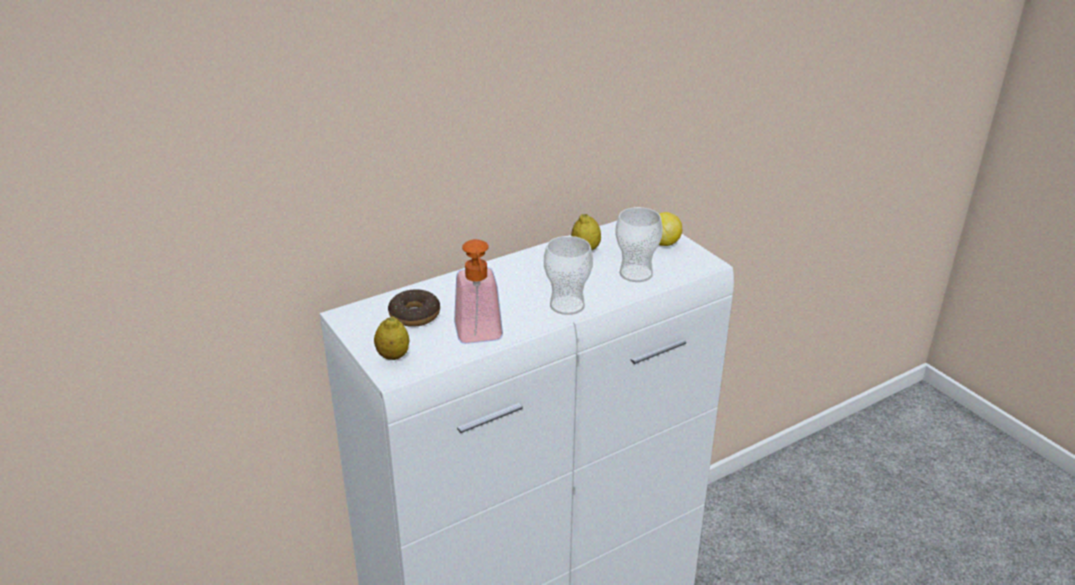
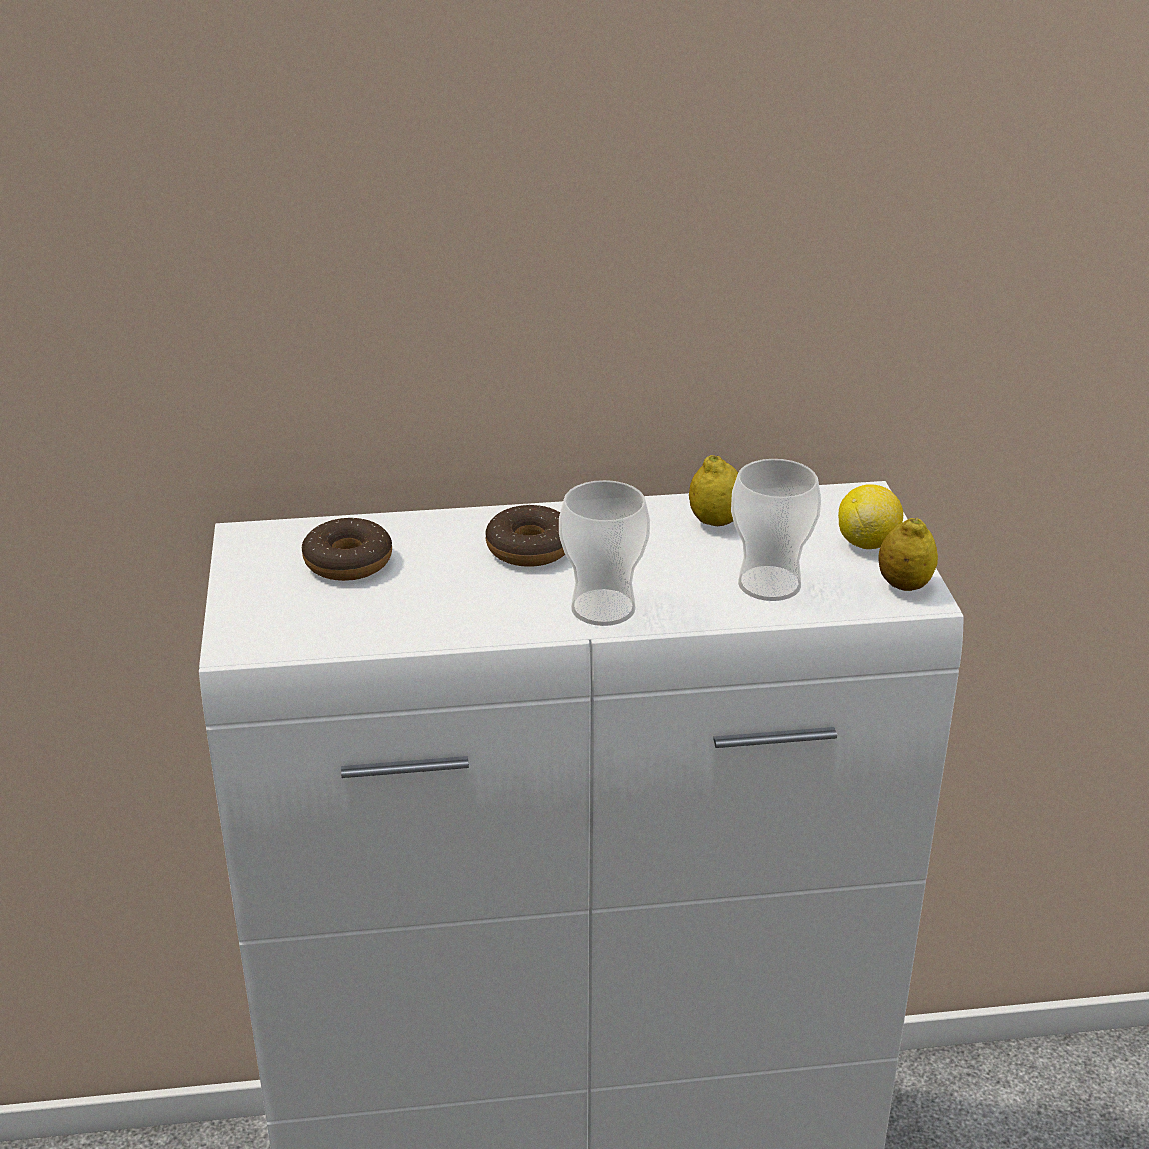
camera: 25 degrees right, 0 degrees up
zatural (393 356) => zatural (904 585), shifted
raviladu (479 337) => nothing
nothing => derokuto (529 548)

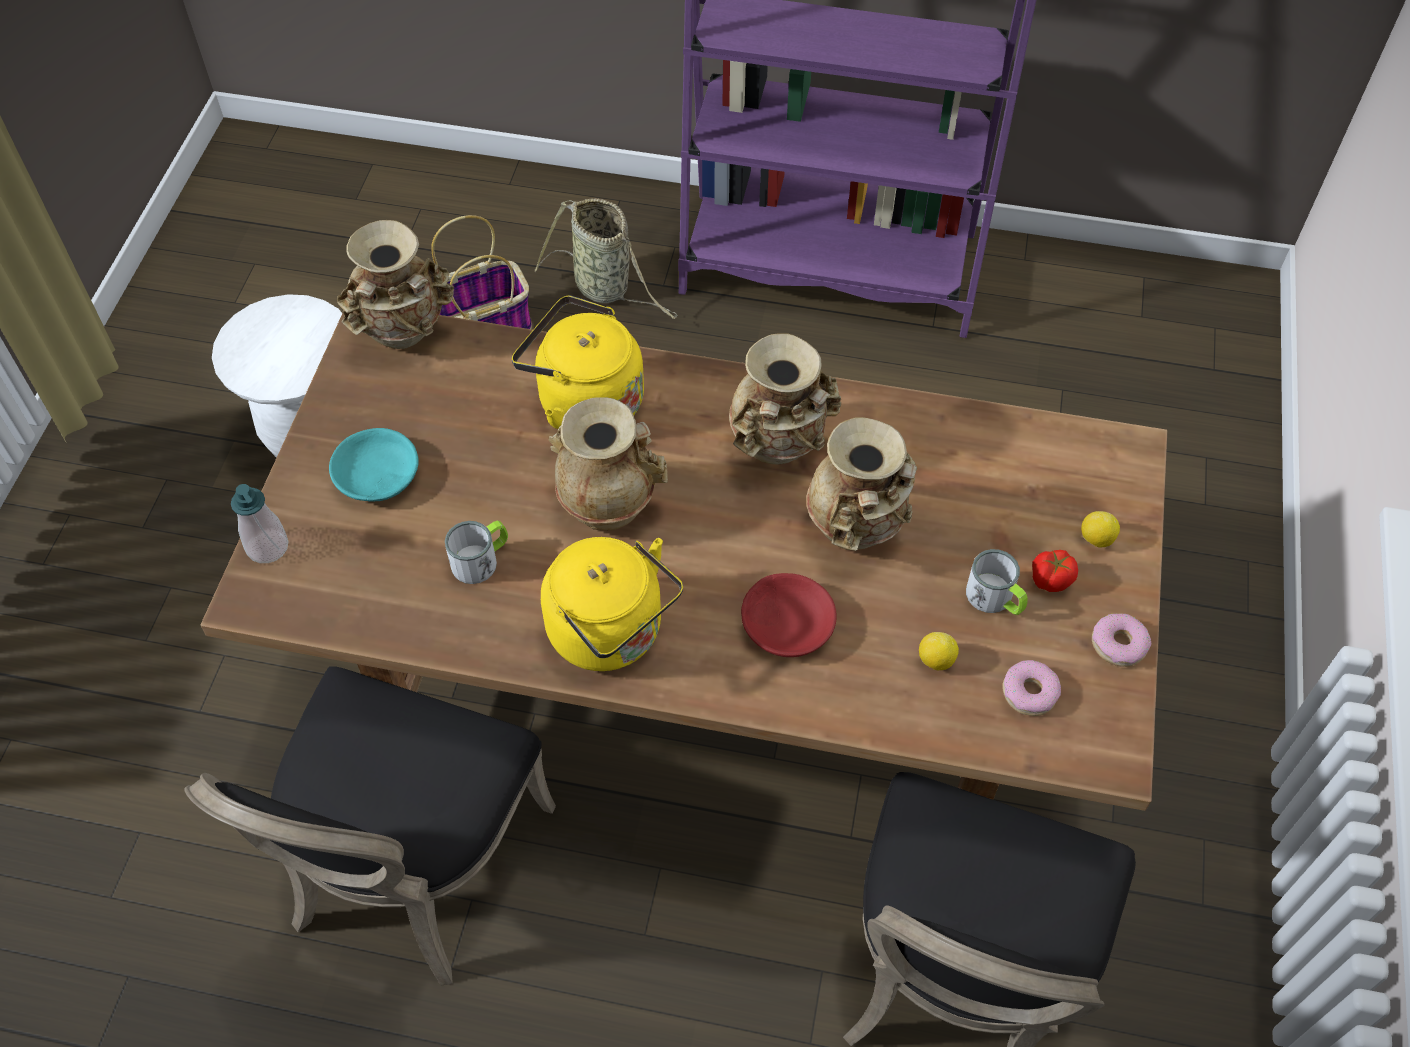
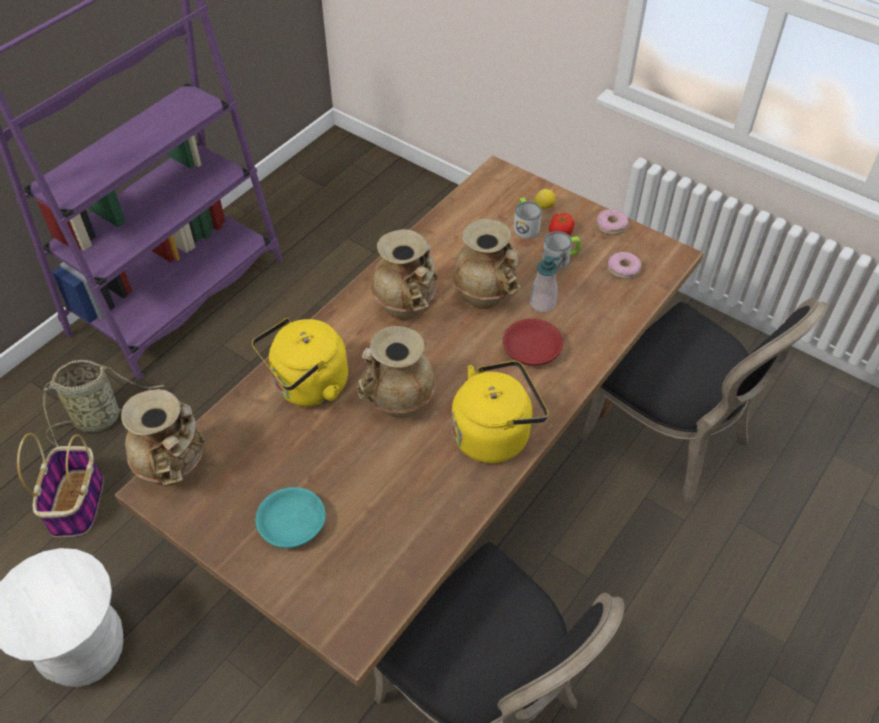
camera: 65 degrees left, 5 degrees down
raviladu (267 547) => raviladu (542 303), shifted
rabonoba (481 559) => rabonoba (525 226), shifted
zatural (935 660) => nothing

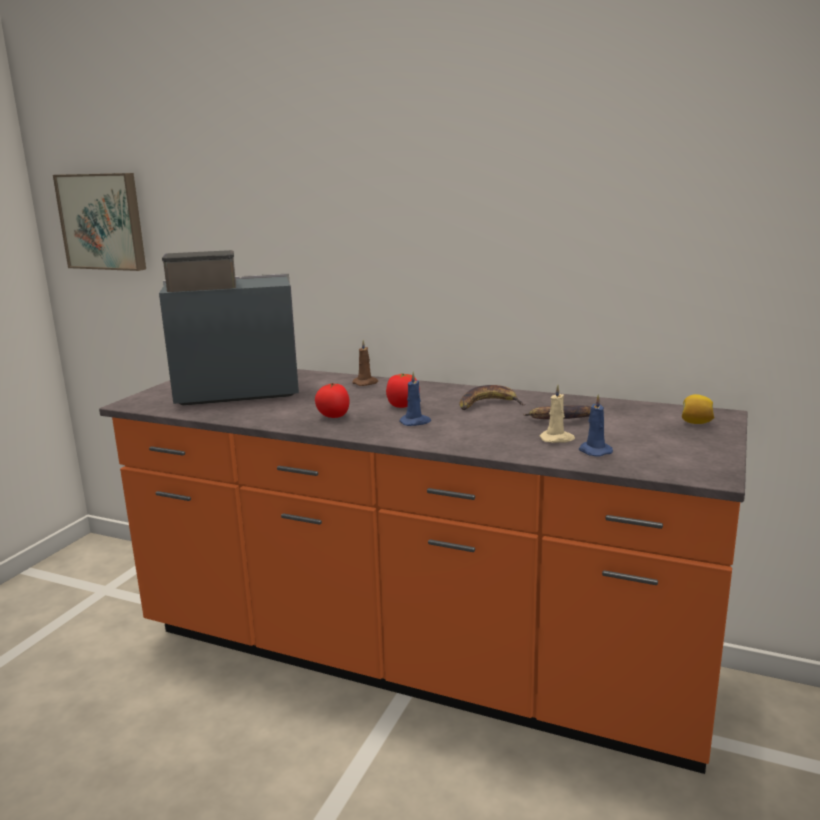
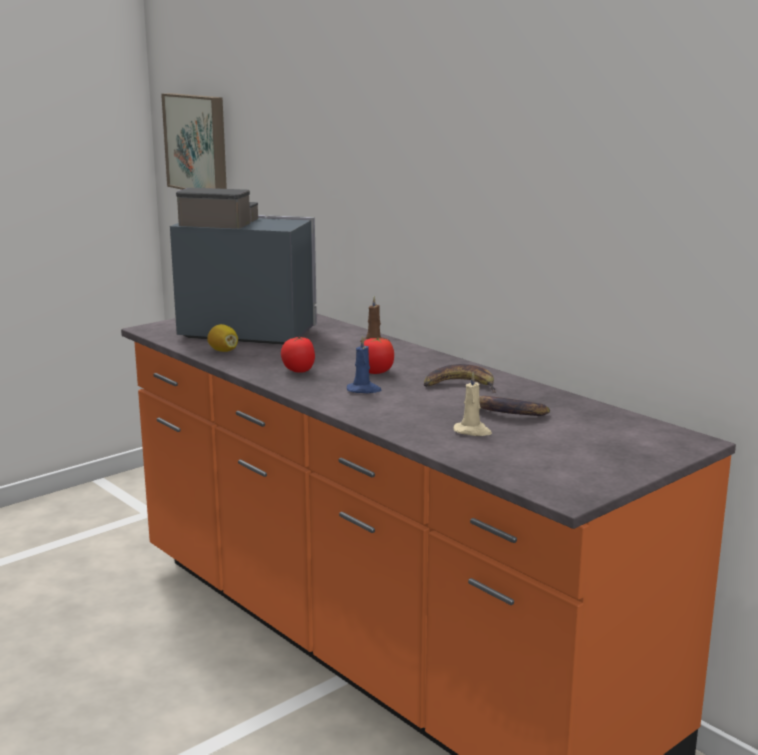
camera: 25 degrees right, 0 degrees up
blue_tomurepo (594 451) => nothing
zatural (696 423) => zatural (223 351), shifted

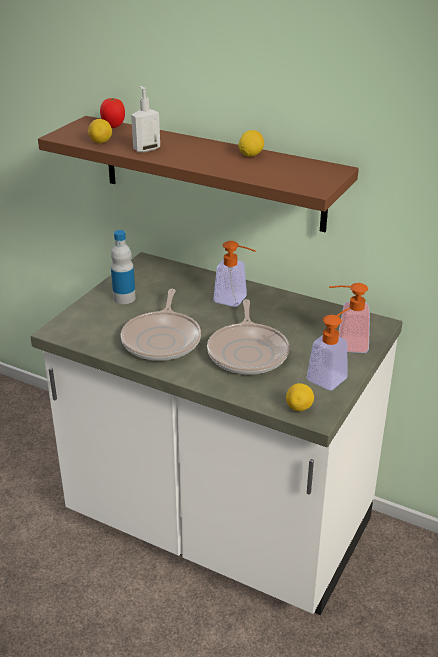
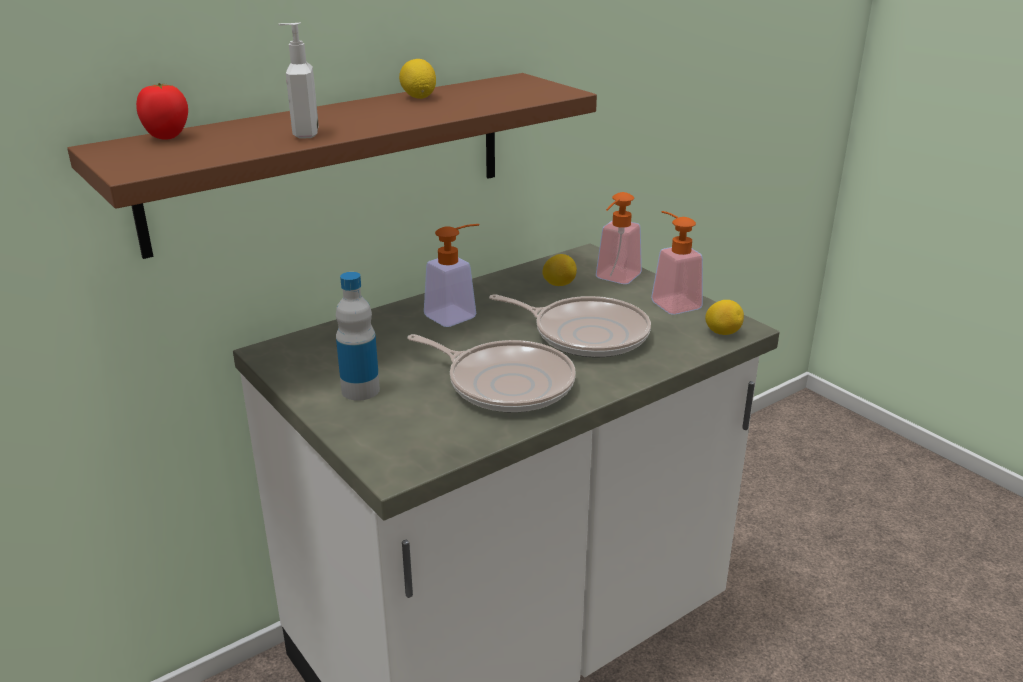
camera: 65 degrees left, 5 degrees down
zatural (101 142) => zatural (559 284), shifted

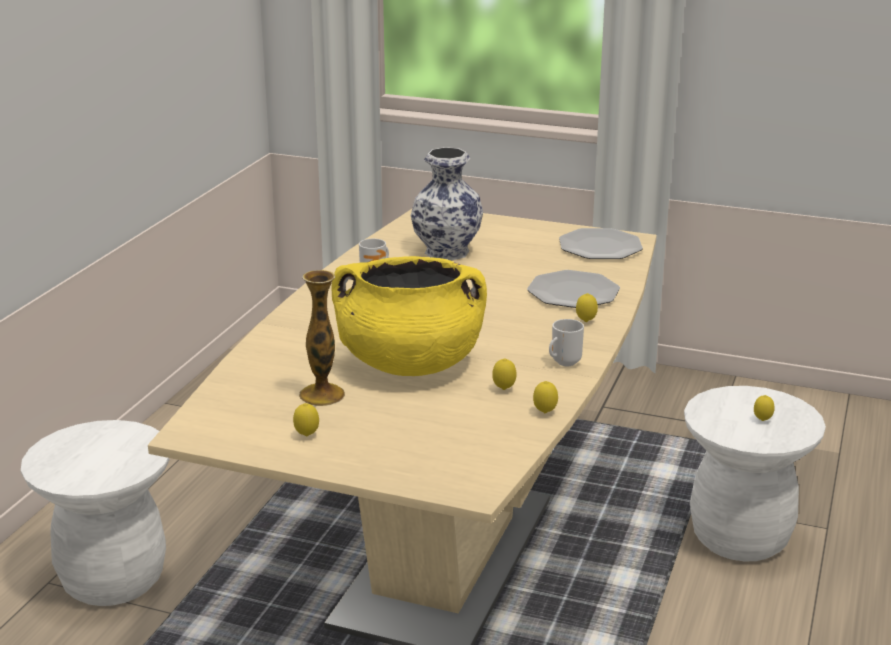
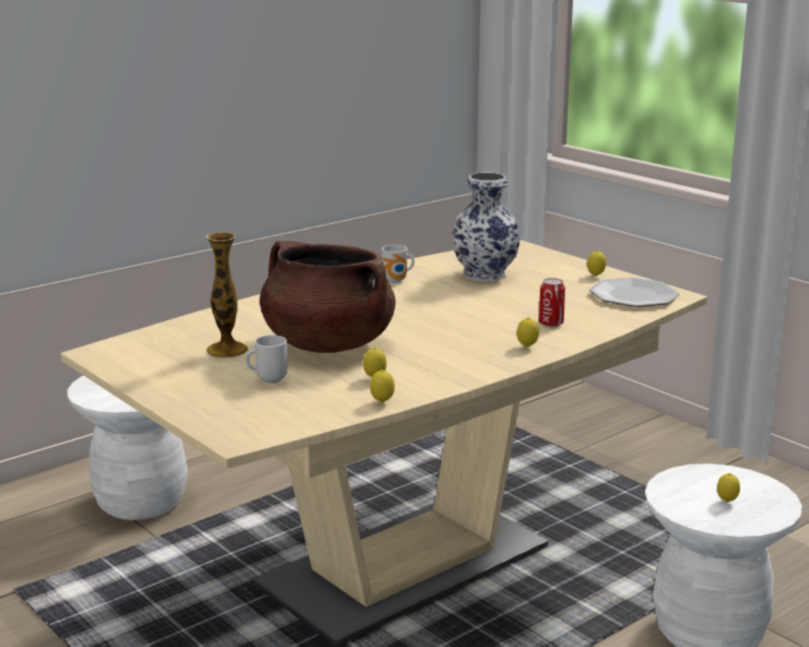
camera: 30 degrees right, 5 degrees down
zatural (307 436) => zatural (595 276), shifted
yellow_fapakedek (410 364) => brown_fapakedek (327 345)
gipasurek (573 292) => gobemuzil (551 324)
rabonoba (563 363) => rabonoba (269 379), shifted

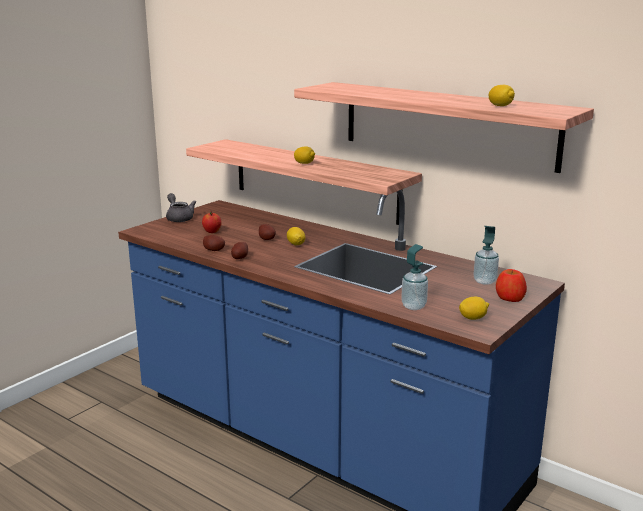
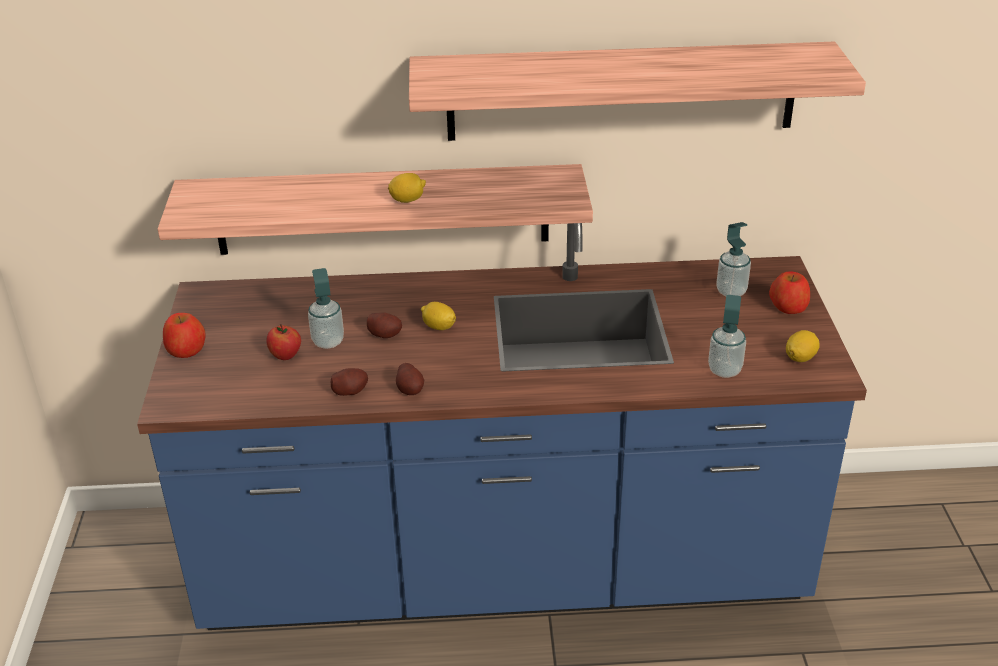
camera: 40 degrees left, 15 degrees up
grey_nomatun (179 218) => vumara (186 349)
zatural (500 106) => nothing
nothing => raviladu (328 341)

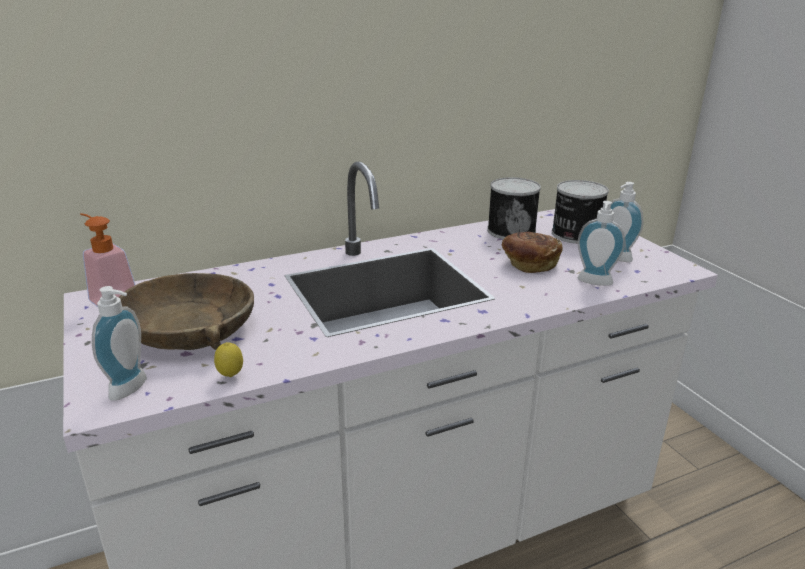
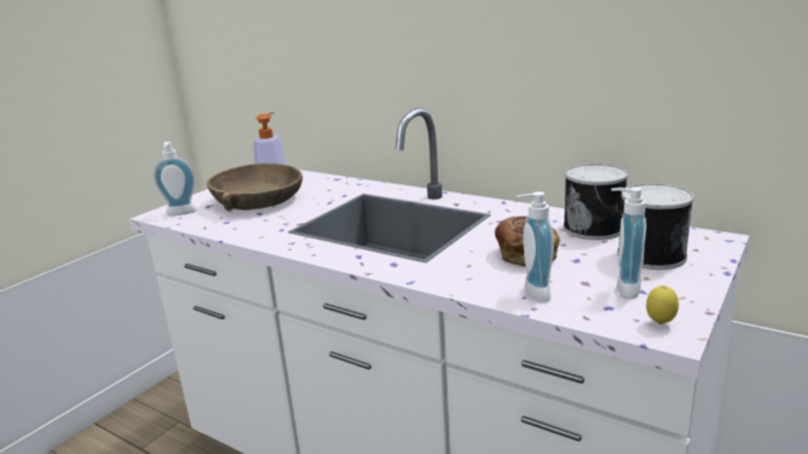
camera: 60 degrees right, 5 degrees down
zatural (231 376) => zatural (660 324), shifted

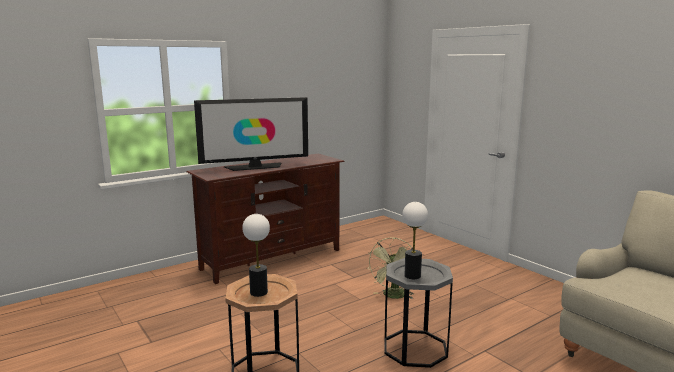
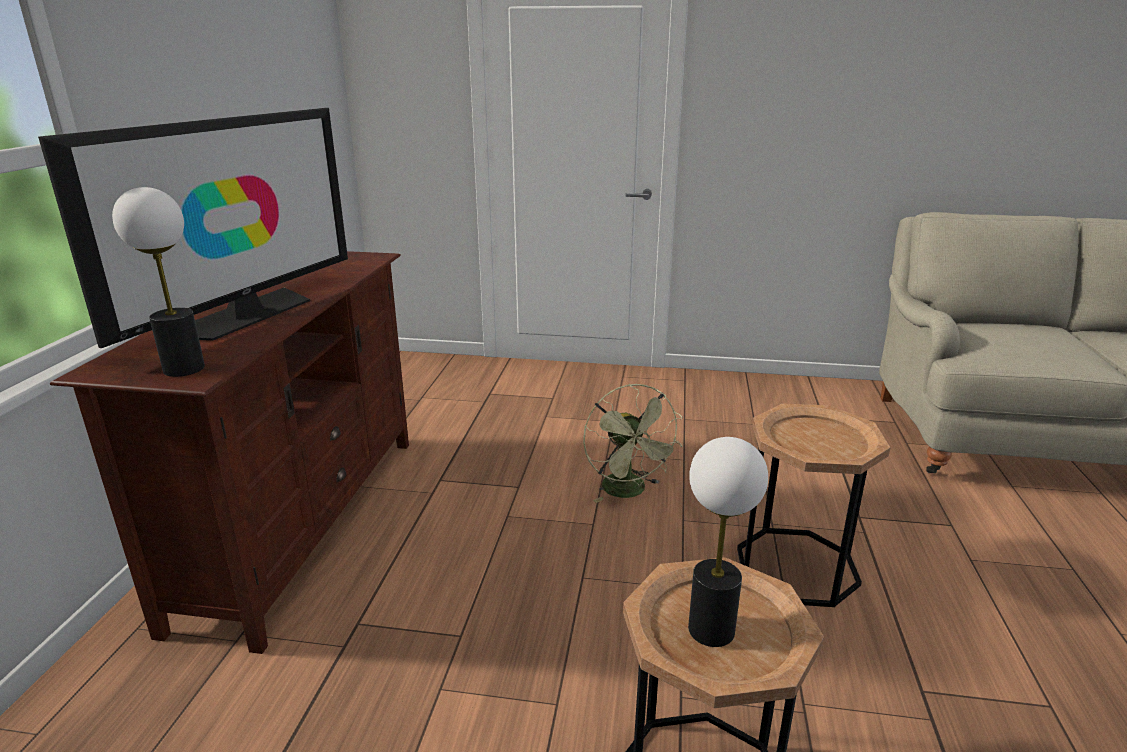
camera: 45 degrees left, 10 degrees up
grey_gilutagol (415 348) => brown_gilutagol (796 566)
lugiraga (412 275) => lugiraga (183 369), shifted

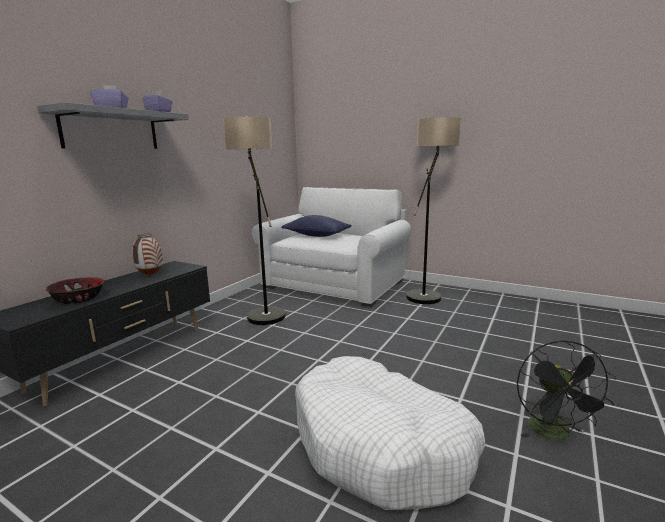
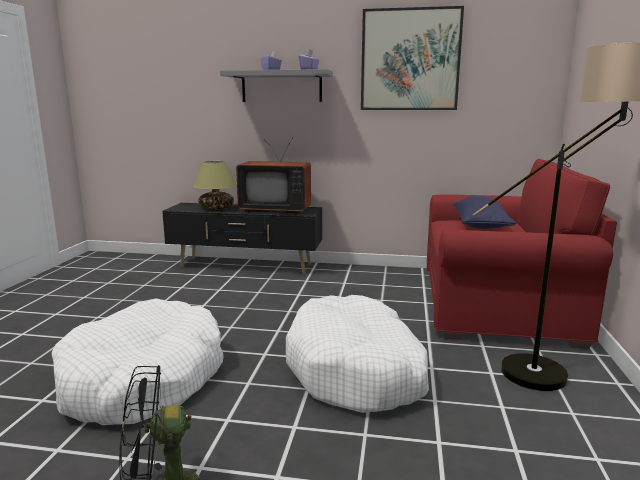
camera: 70 degrees right, 0 degrees up
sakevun (79 299) => lugiraga (216 208)
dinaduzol (150 275) => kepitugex (276 210)
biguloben (263 311) => nothing
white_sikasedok (334 285) => red_sikasedok (495 305)
nothing => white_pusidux (356 370)
nothing => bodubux (410 60)

